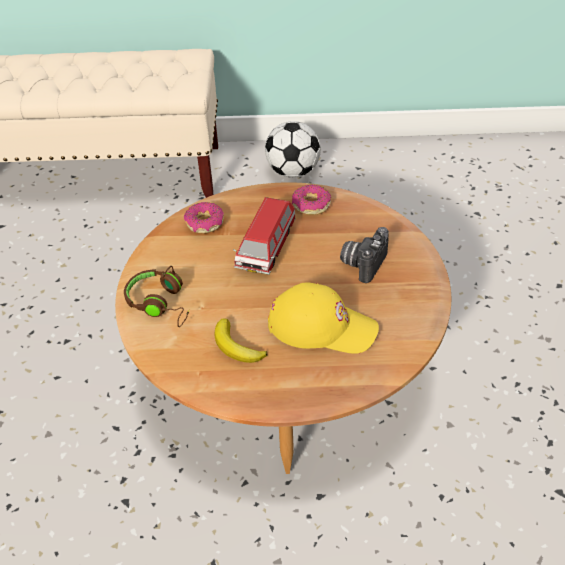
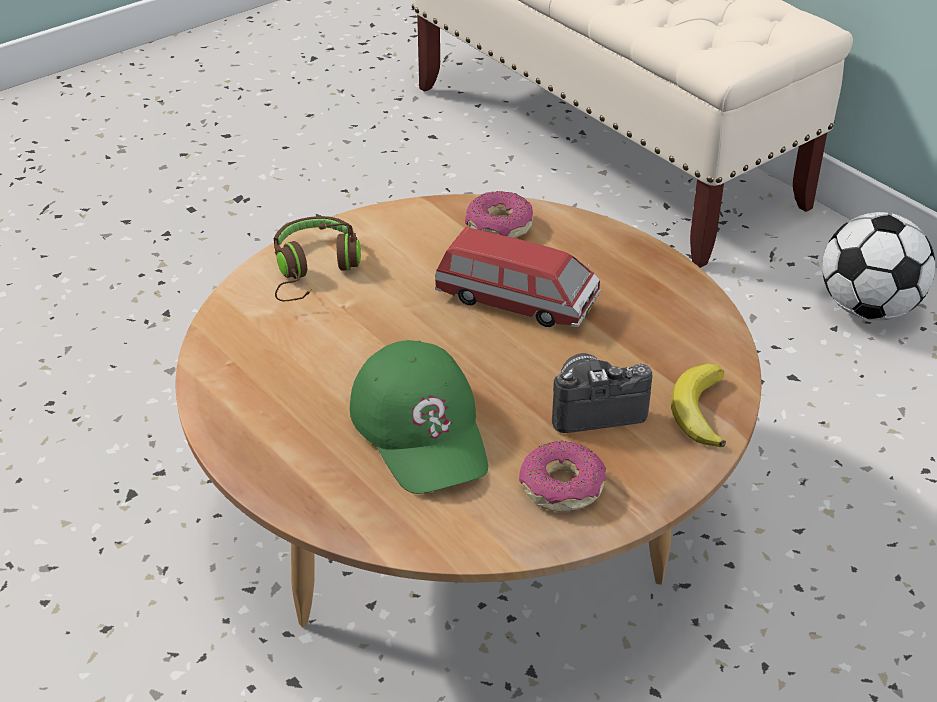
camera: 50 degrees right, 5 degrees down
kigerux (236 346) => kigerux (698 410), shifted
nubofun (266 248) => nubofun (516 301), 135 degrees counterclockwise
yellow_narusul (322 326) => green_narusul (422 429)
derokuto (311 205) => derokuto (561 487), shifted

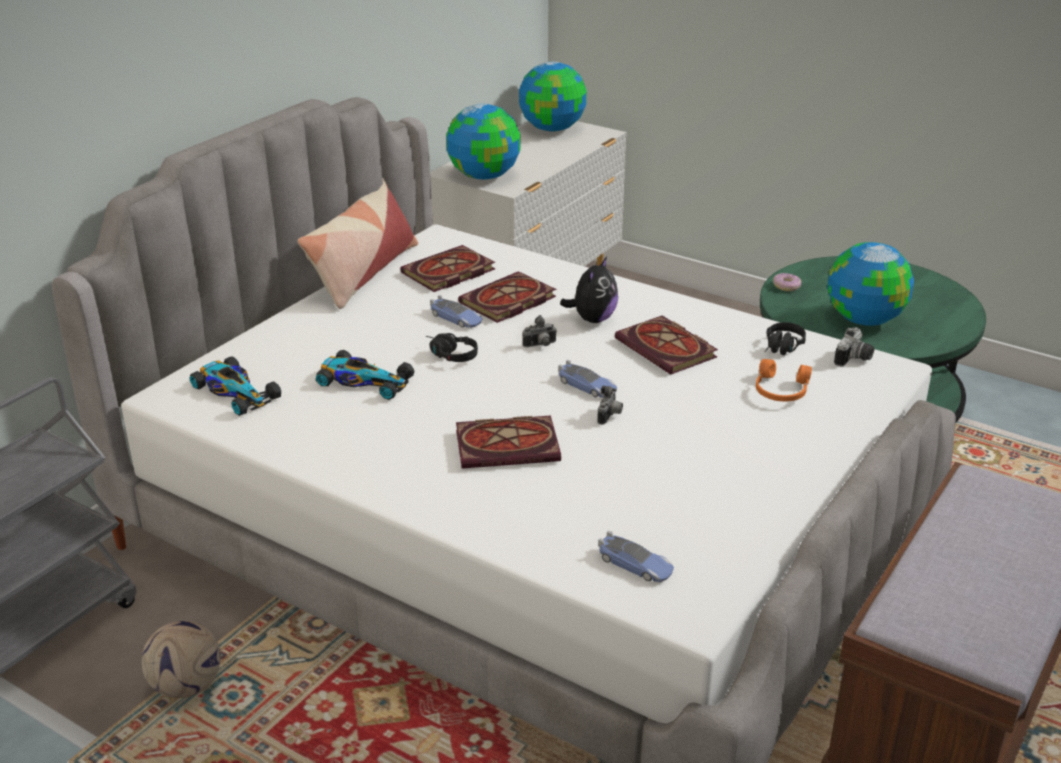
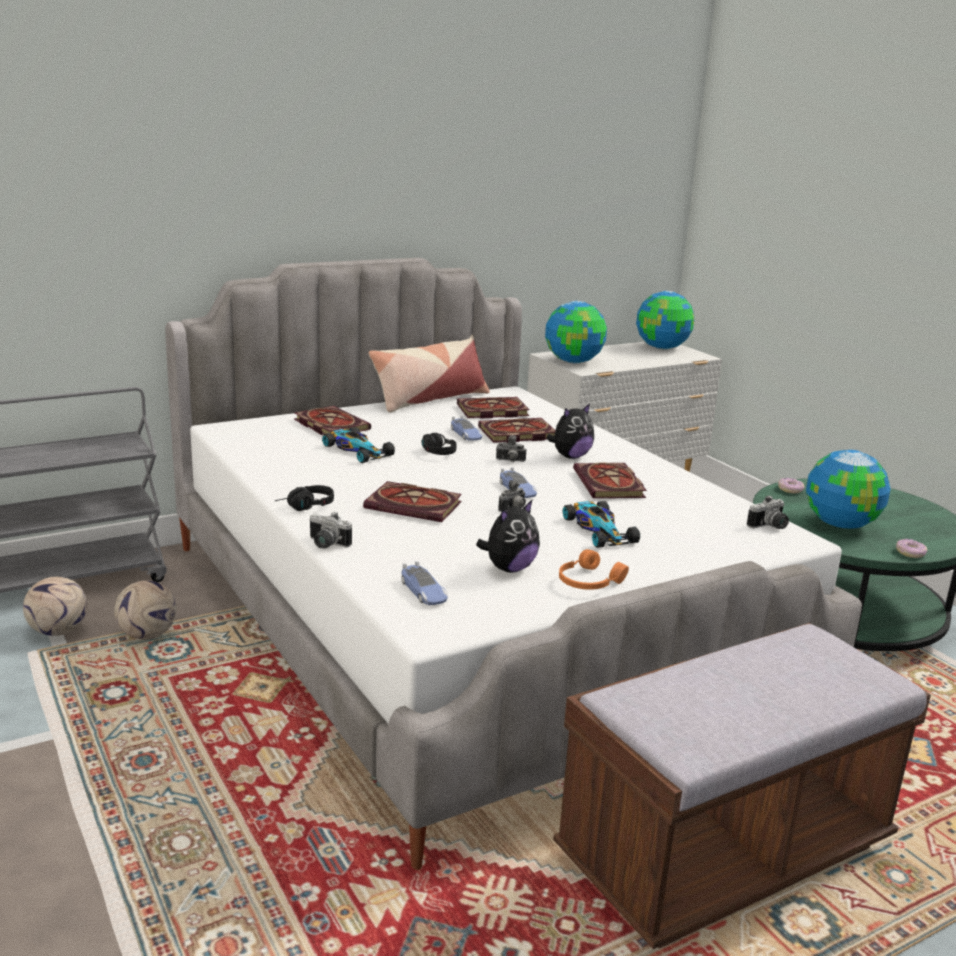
camera: 25 degrees right, 10 degrees down
nubofun (235 391) => nubofun (599 530), shifted
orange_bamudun (780 391) => orange_bamudun (588 582), shifted
black_bamudun (781 349) => black_bamudun (305 507), shifted
nothing => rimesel (57 631)
nothing => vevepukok (329 425)
nothing => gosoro (326 544)
nothing => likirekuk (509 568)
nothing => derokuto (910 553)

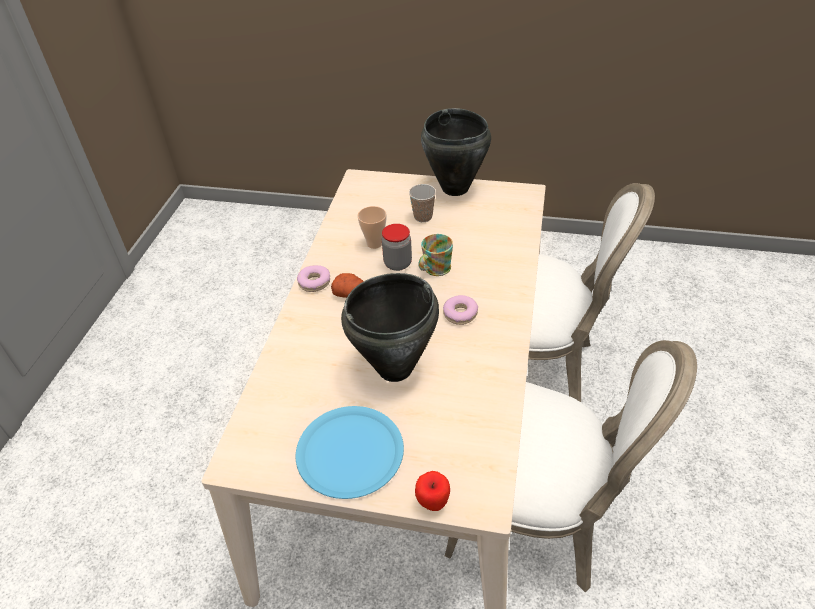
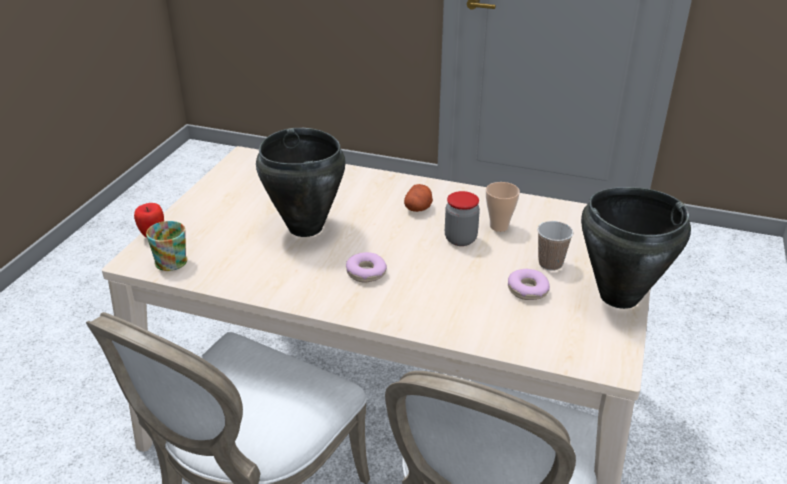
camera: 95 degrees right, 10 degrees down
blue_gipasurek (350 452) => nothing
derokuto (314 282) => derokuto (527 290), shifted
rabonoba (434 269) => rabonoba (170 259), shifted

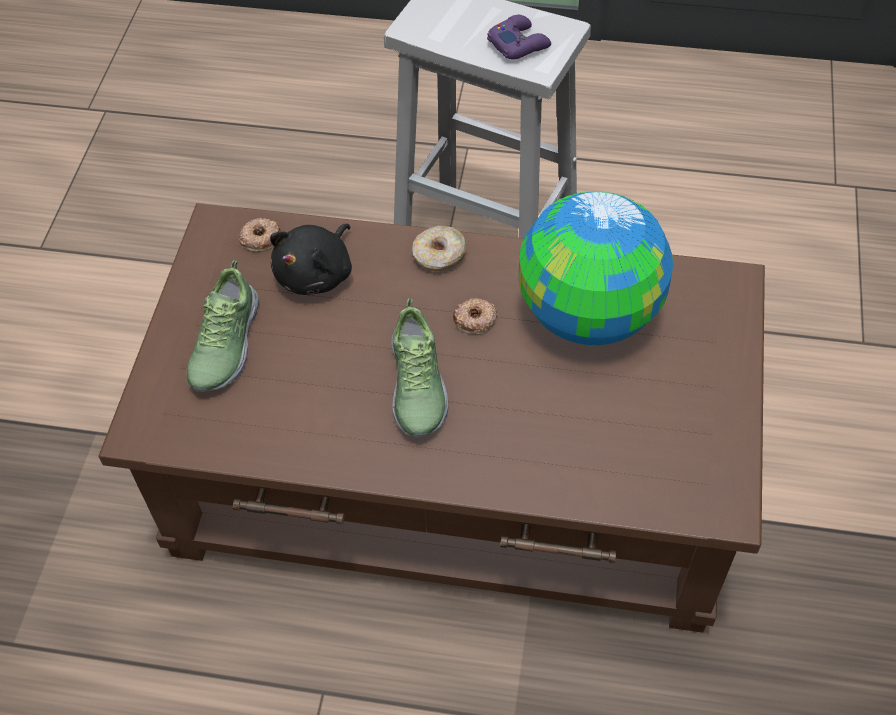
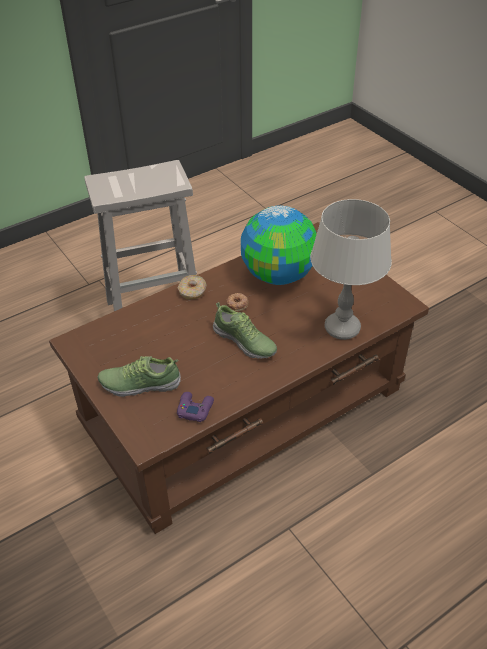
camera: 45 degrees left, 10 degrees down
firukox (224 345) => firukox (140 383), 120 degrees clockwise
derokuto (260 238) => nothing
black_likirekuk (317 274) => nothing
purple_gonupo (518 43) => purple_gonupo (195 409), shifted
nothing => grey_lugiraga (342 328)

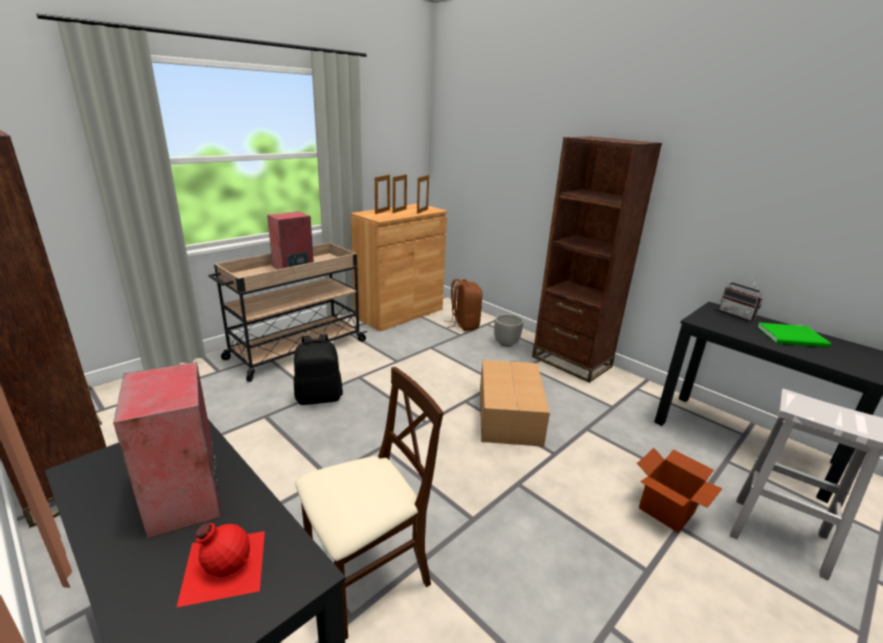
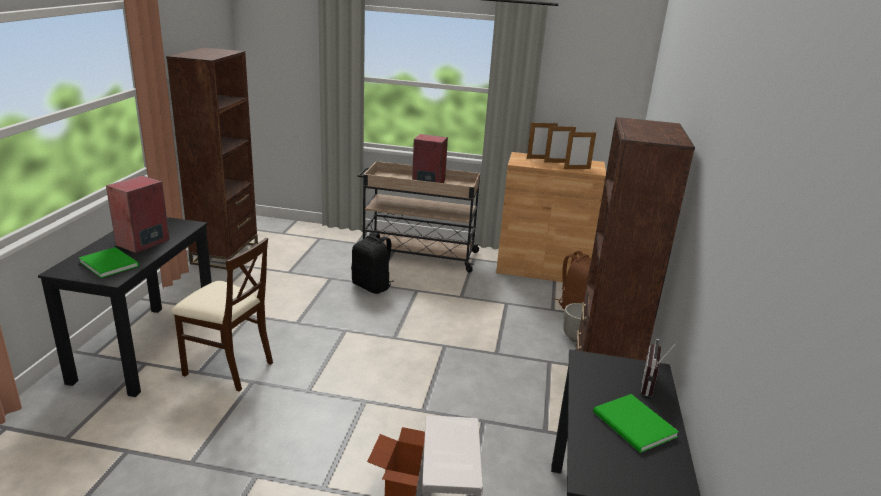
camera: 55 degrees right, 0 degrees up
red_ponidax (223 565) => green_vevepukok (110 263)
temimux (509 414) => nothing

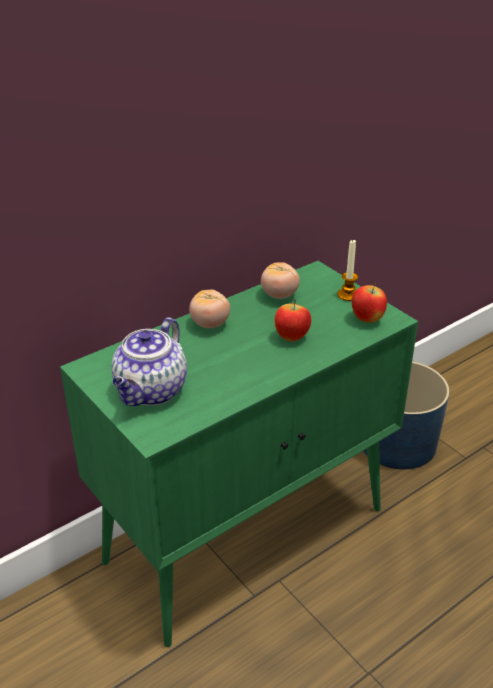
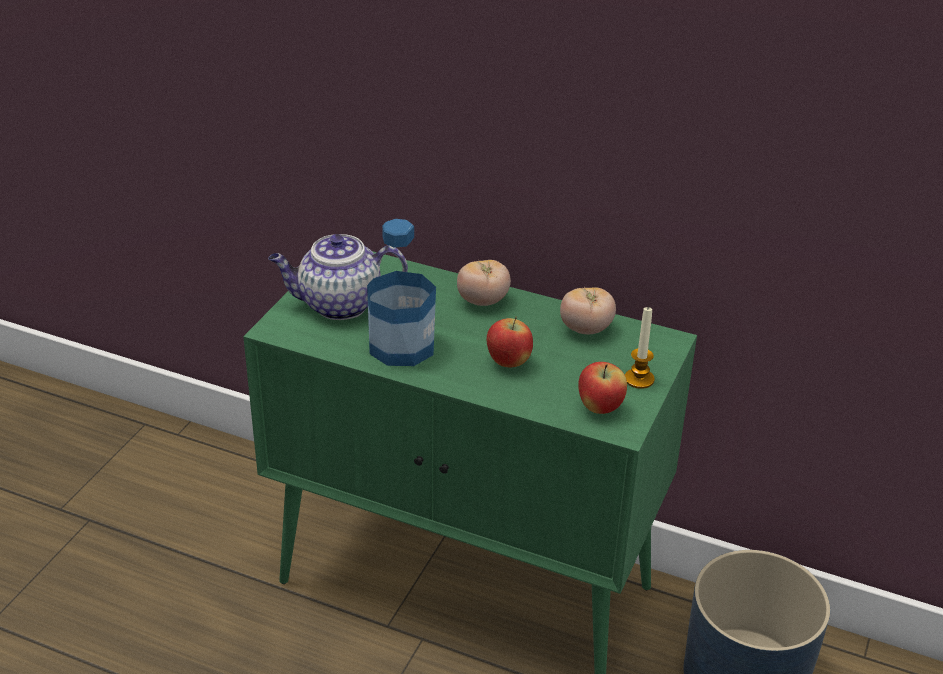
camera: 60 degrees right, 0 degrees up
nothing => ponidax (402 346)

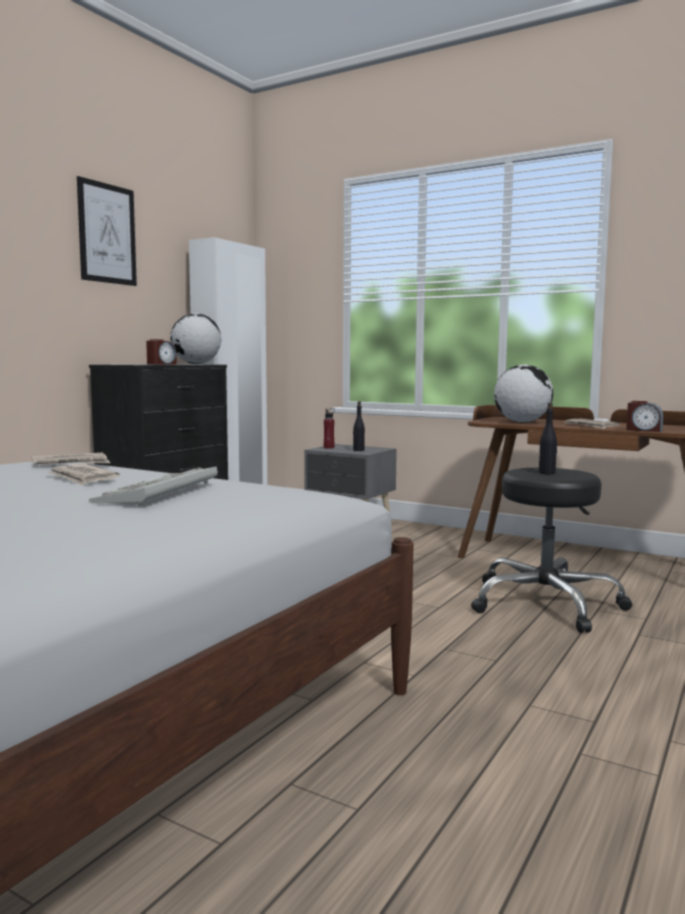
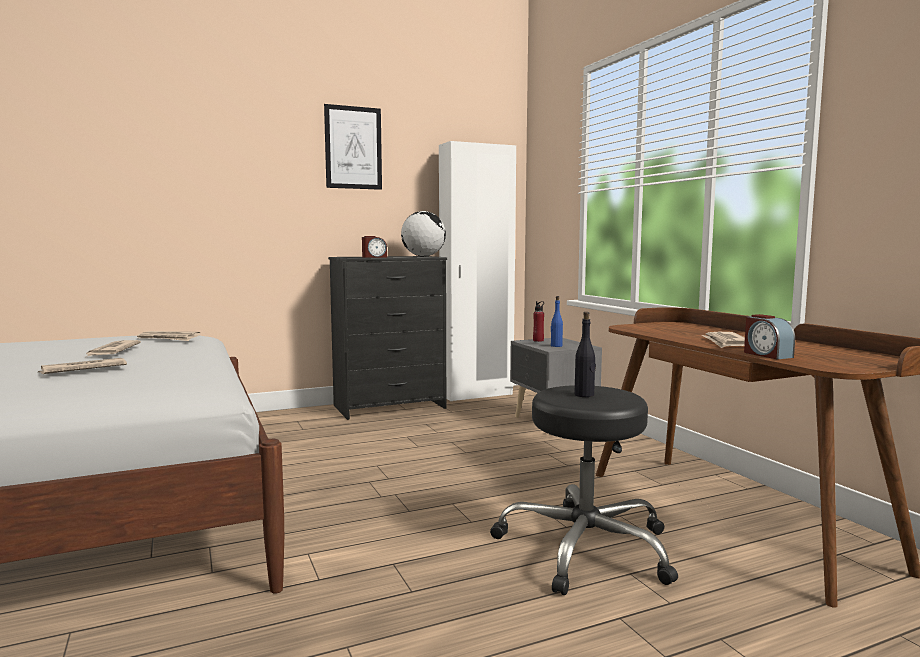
camera: 35 degrees right, 0 degrees up
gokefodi (159 493) => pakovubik (82 370)
black_ponidax (358 450) => blue_ponidax (556 346)
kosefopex (522 422) => nothing

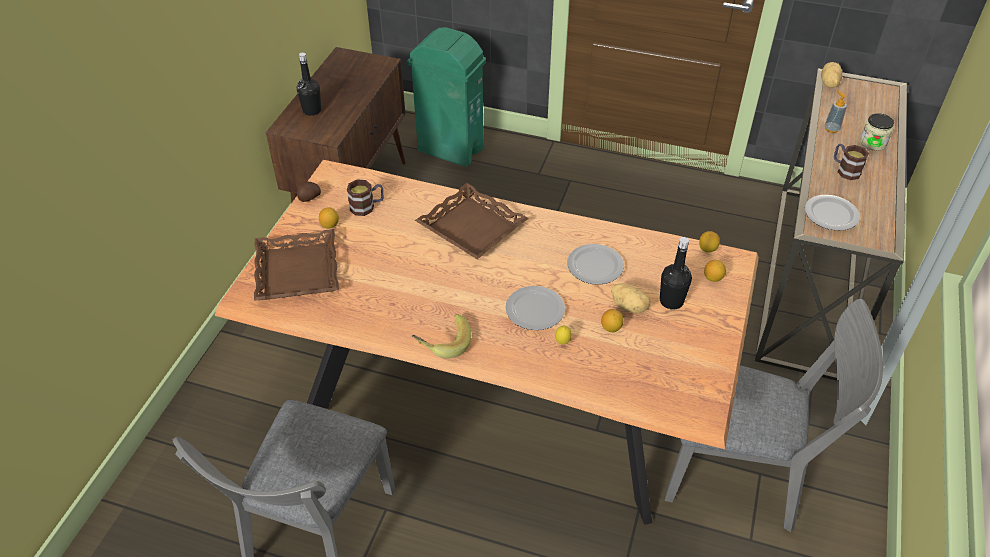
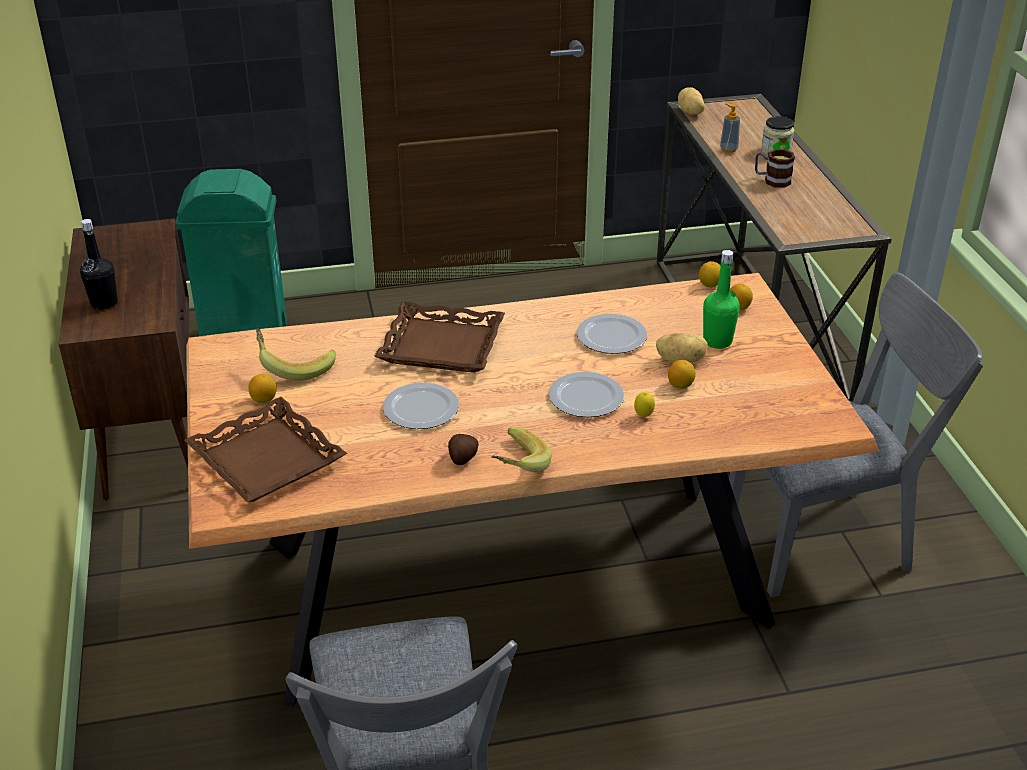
camera: 30 degrees left, 10 degrees down
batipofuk (309 198) => batipofuk (462 459), shifted
rabonoba (367 207) => kigerux (294 366)
black_ponidax (671 301) => green_ponidax (717 341)
gipasurek (830 214) => gipasurek (420 408), shifted

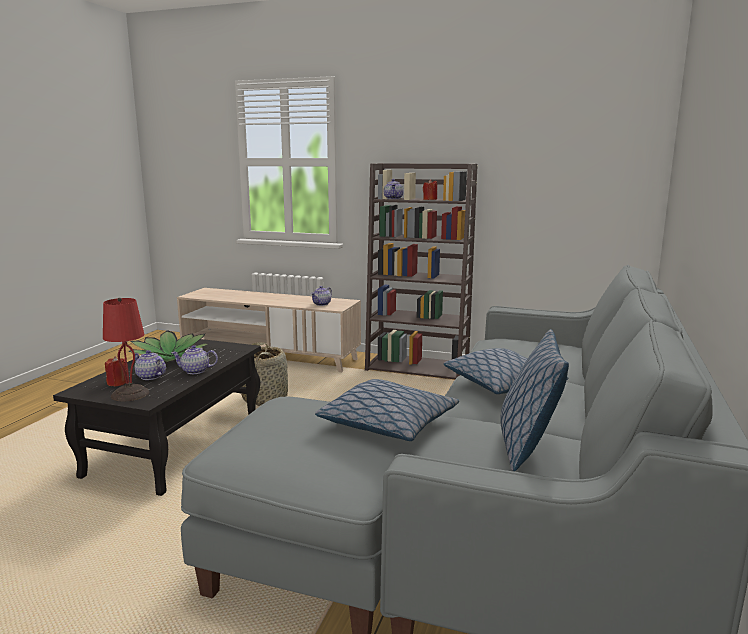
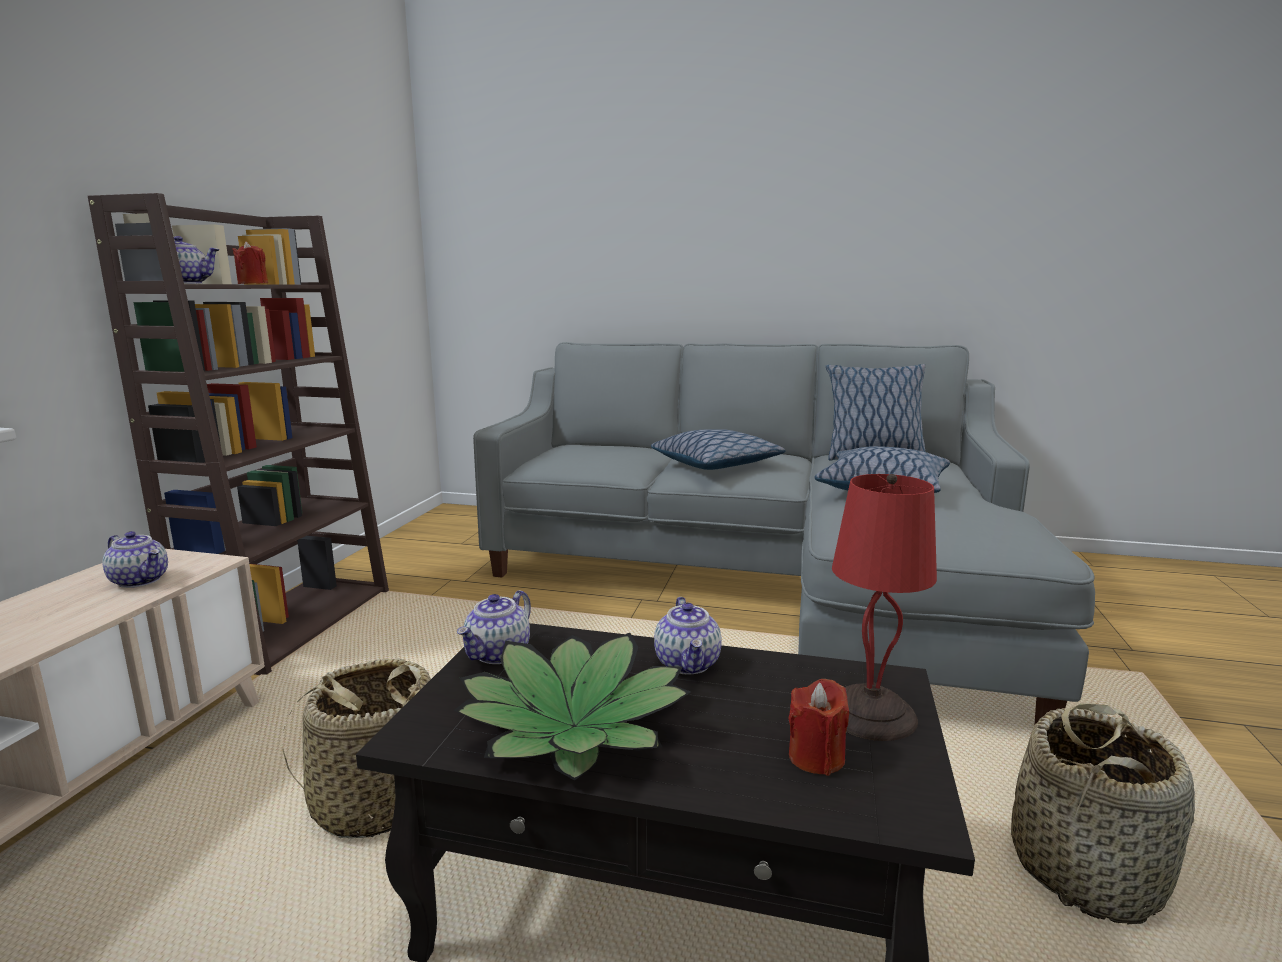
camera: 95 degrees left, 0 degrees up
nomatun (150 377) => nomatun (498 654), shifted
nothing => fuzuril (1086 870)

